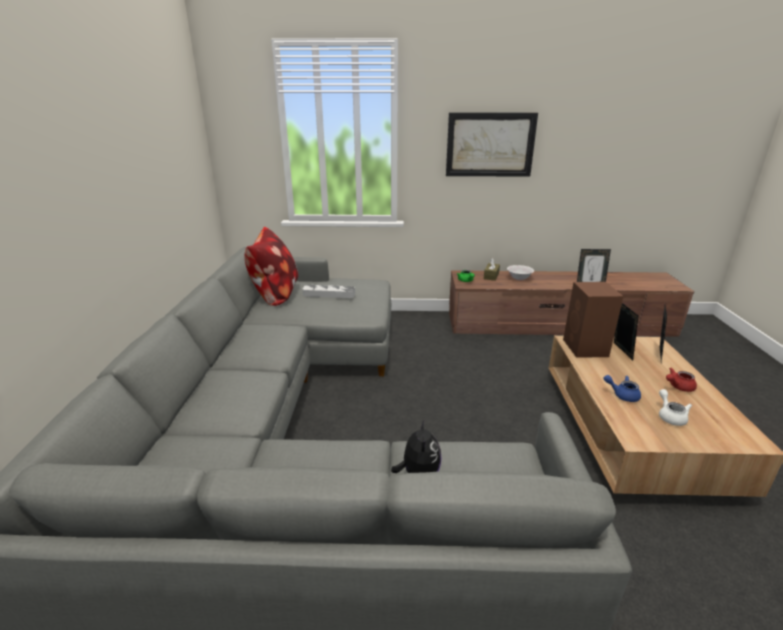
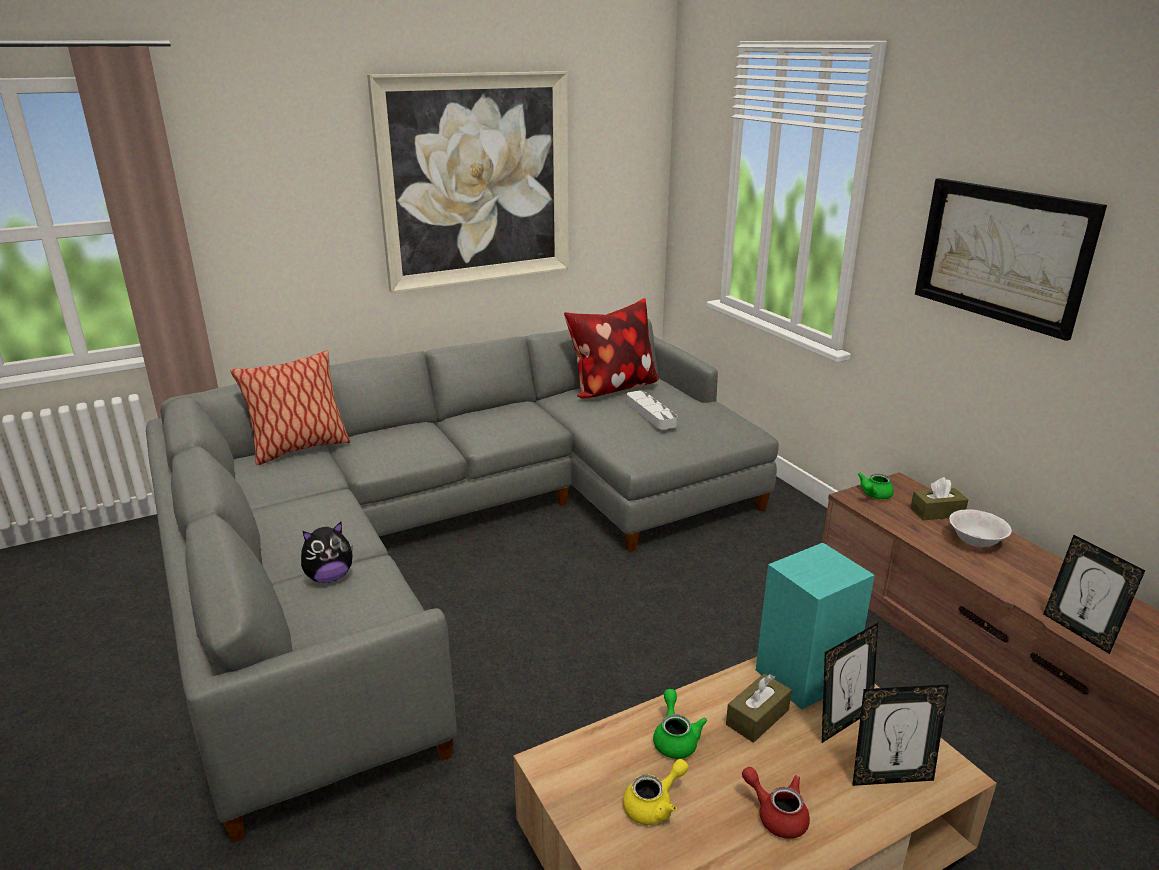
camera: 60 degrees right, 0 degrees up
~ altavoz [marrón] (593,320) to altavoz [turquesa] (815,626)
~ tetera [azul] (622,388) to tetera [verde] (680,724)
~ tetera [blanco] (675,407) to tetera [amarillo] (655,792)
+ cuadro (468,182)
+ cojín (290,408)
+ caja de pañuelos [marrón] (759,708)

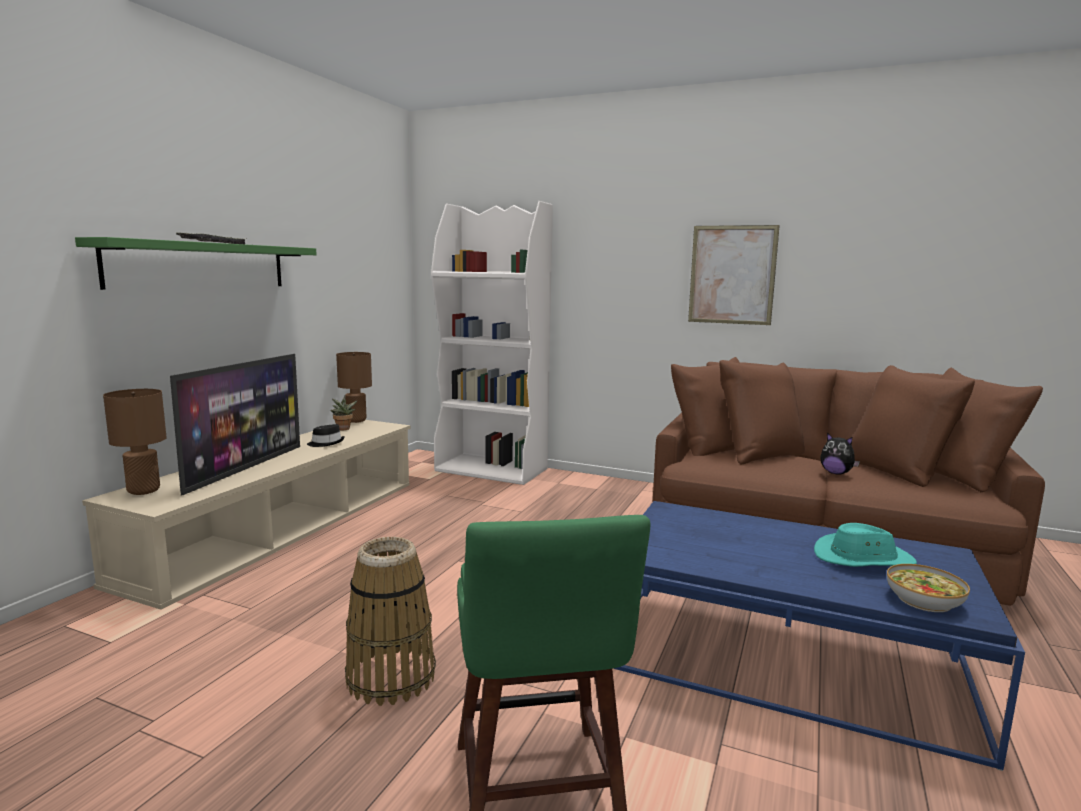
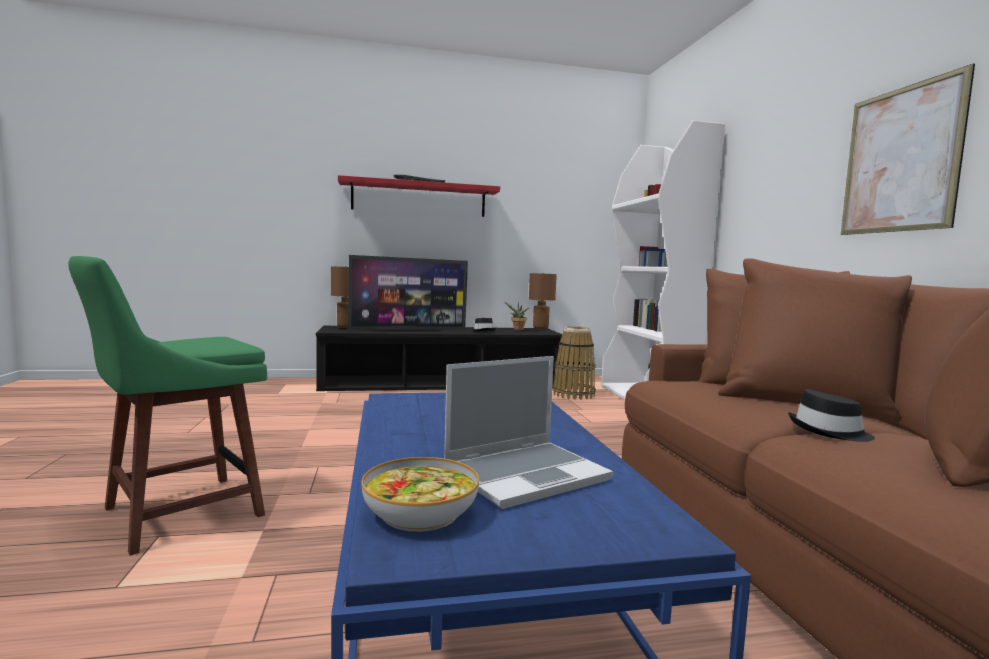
camera: 55 degrees right, 5 degrees down
~ estante [verde] (195,263) to estante [rojo] (419,196)
~ mueble de televisión [beis] (246,515) to mueble de televisión [negro] (439,358)
~ peluche (840,454) to sombrero [negro] (831,415)
~ sombrero [turquesa] (865,545) to portátil (528,432)
~ cesta (390,621) to (574,363)

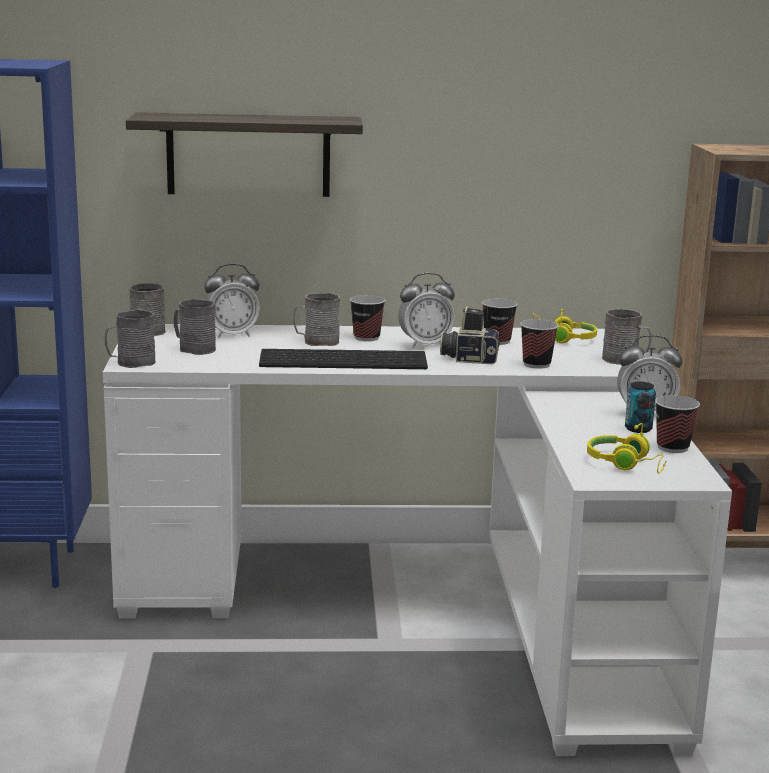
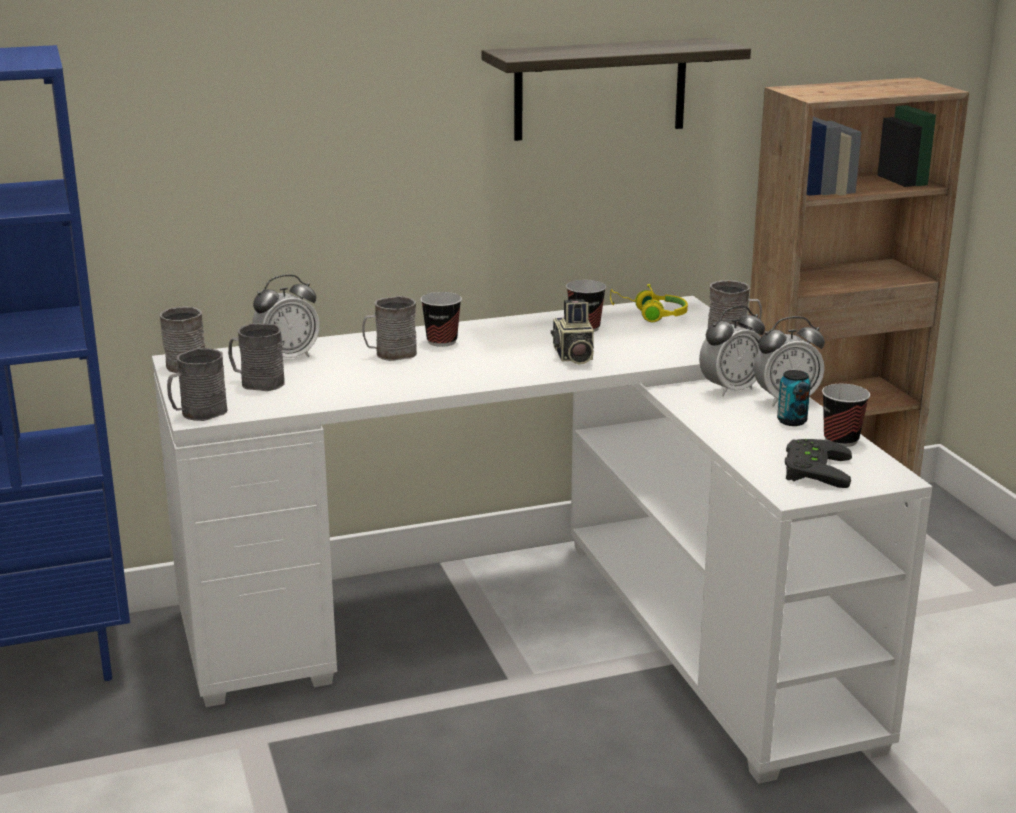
camera: 15 degrees left, 5 degrees up
~ estante (244,154) to (616,89)
~ despertador (426,310) to (732,351)
~ cámara (470,335) = (572,332) 90 degrees counterclockwise
- taza (539,344)
- teclado (343,359)
~ auriculares [amarillo] (626,448) to mando de consola [negro] (818,463)

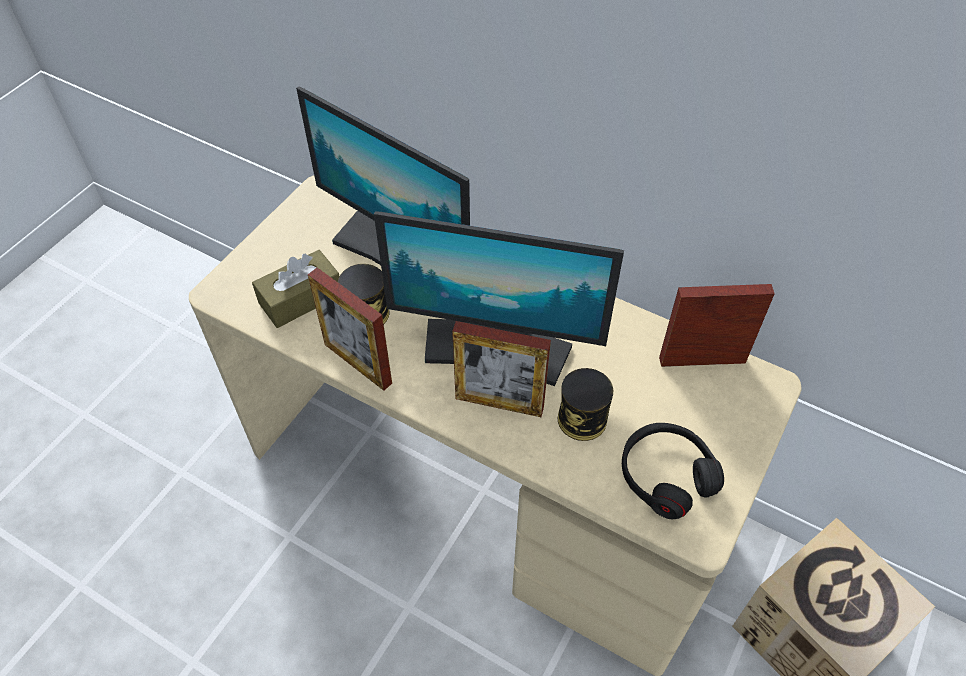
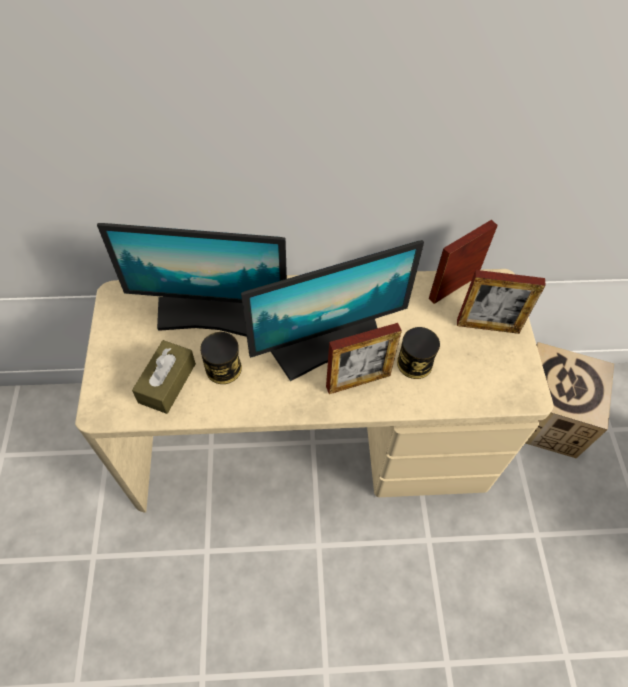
camera: 35 degrees left, 5 degrees up
~ portarretratos (350,329) to (501,302)
- auriculares [negro] (673,471)

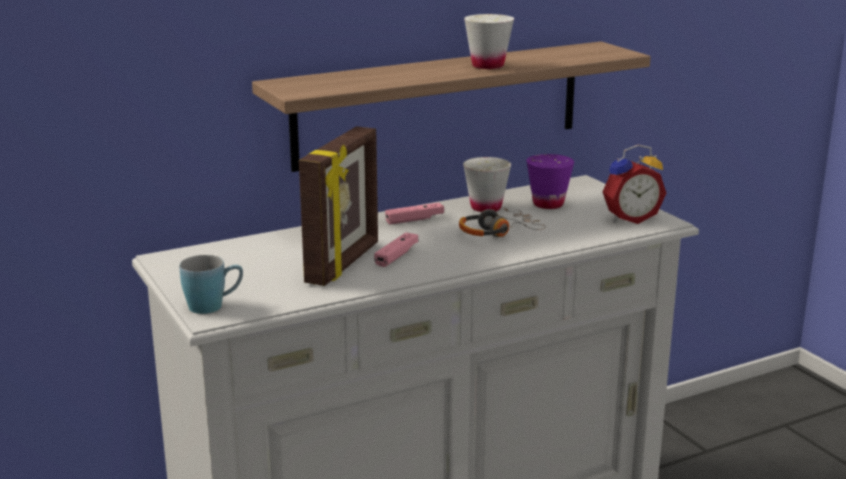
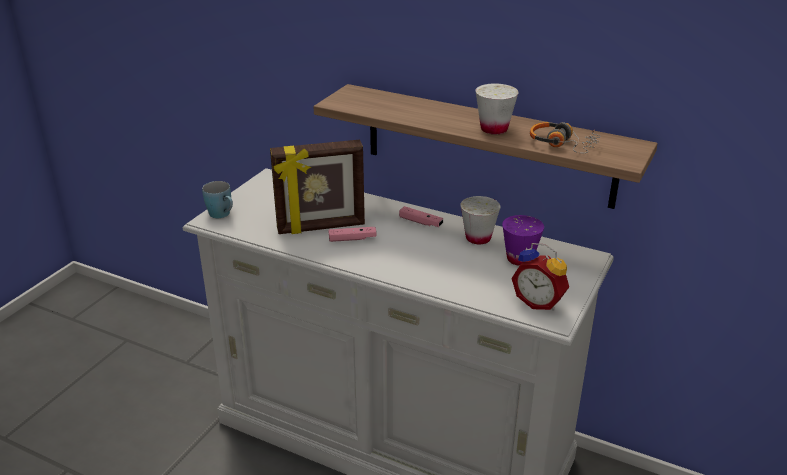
camera: 55 degrees right, 10 degrees up
~ auriculares (502,222) to (565,137)

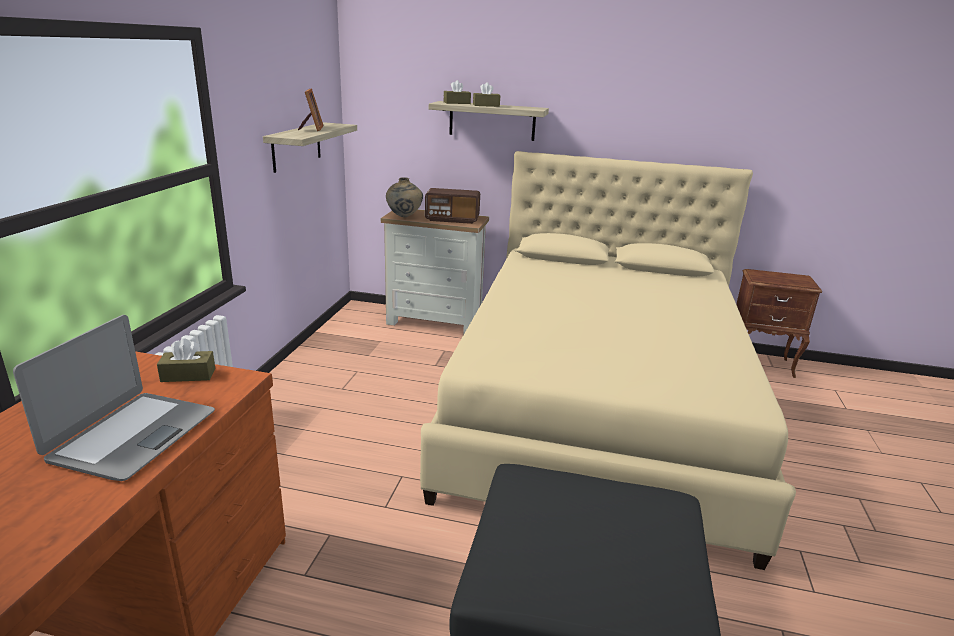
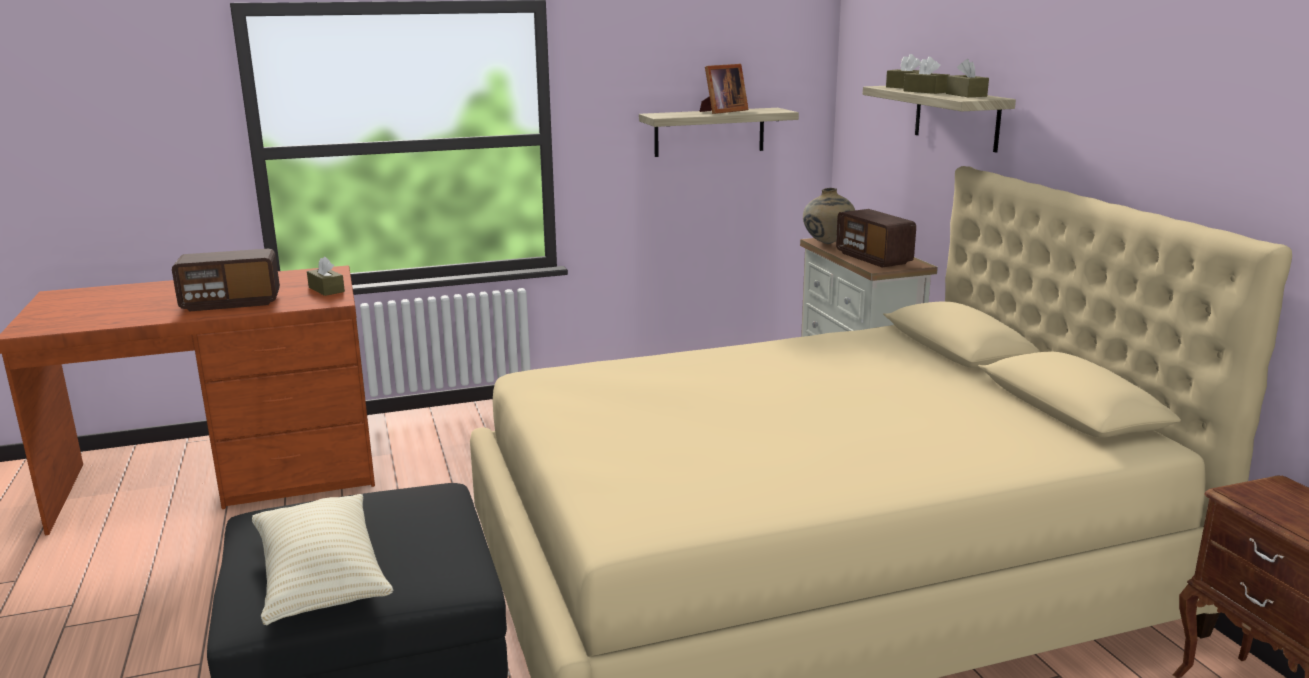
camera: 60 degrees right, 5 degrees down
~ portátil (114,398) to radio (226,280)
+ caja de pañuelos [marrón] (967,78)
+ cojín [beis] (322,559)

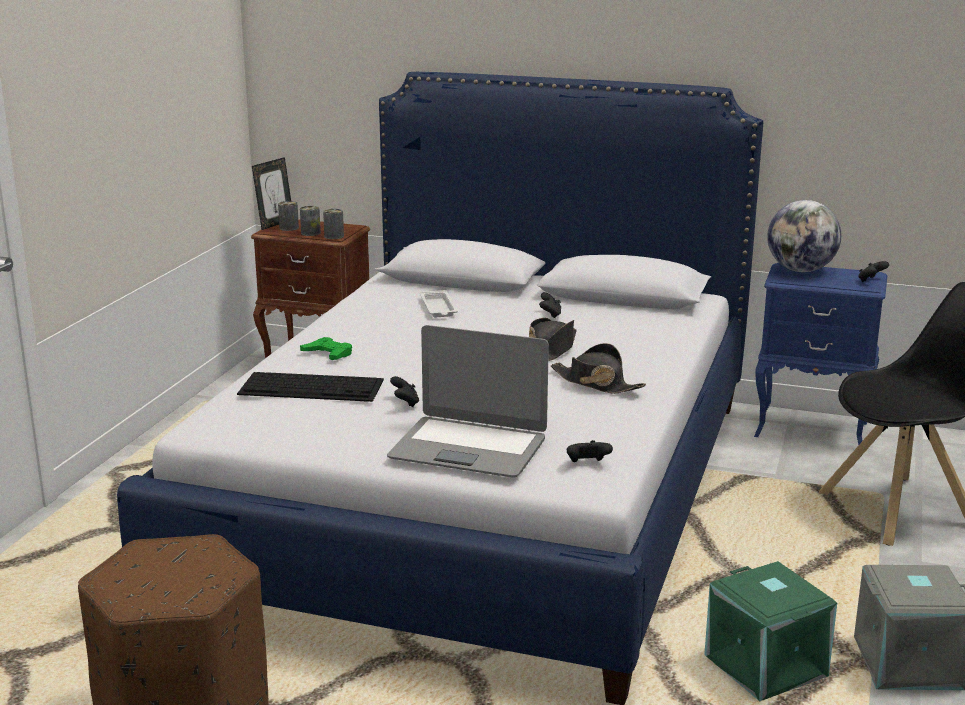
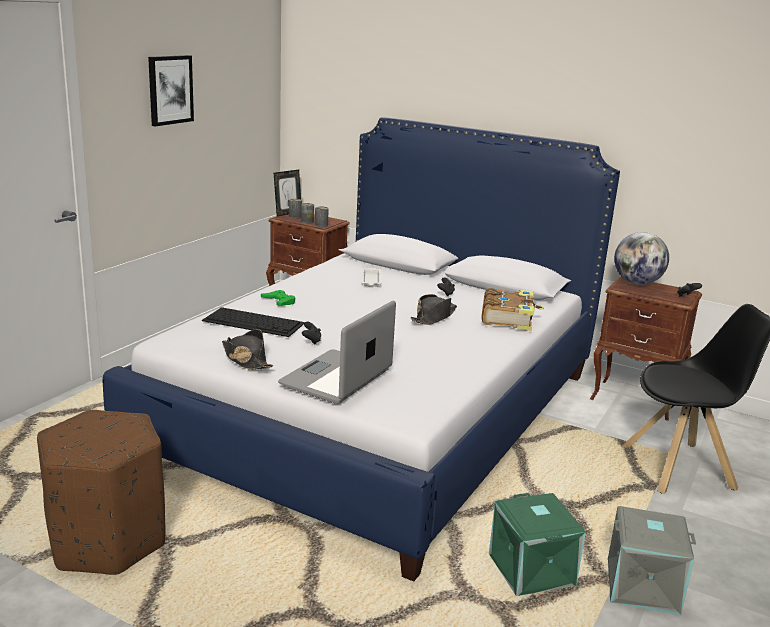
camera: 10 degrees right, 0 degrees up
~ mesita de noche [azul] (820,354) to mesita de noche [marrón] (646,348)
~ portátil (468,401) = (337,352) 90 degrees clockwise
~ sombrero [negro] (598,368) to (247,349)
- mando de consola [negro] (590,451)
+ cuadro (171,90)
+ libro (513,309)

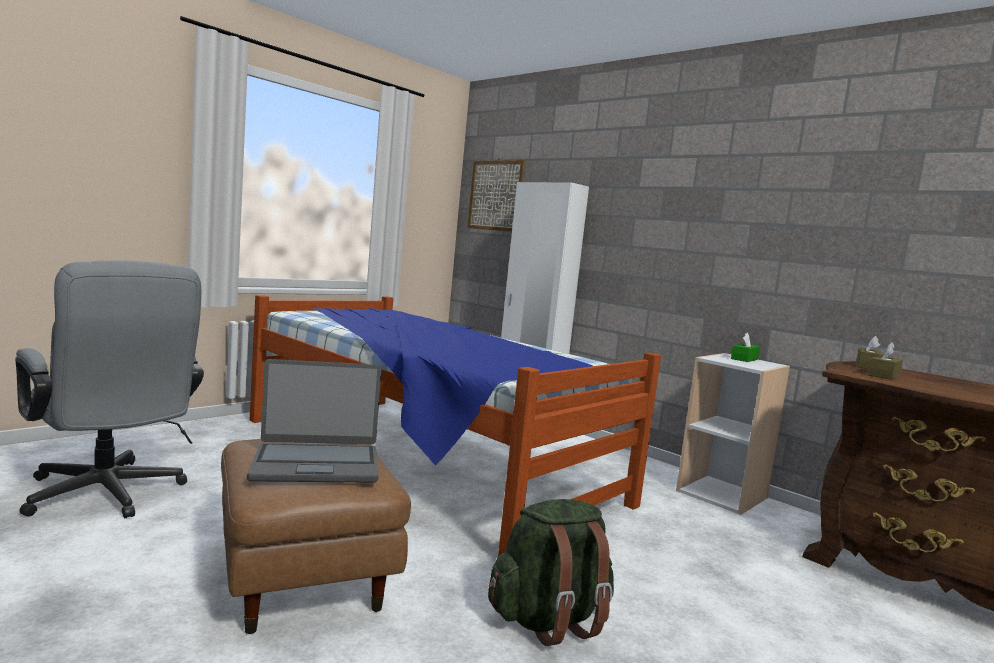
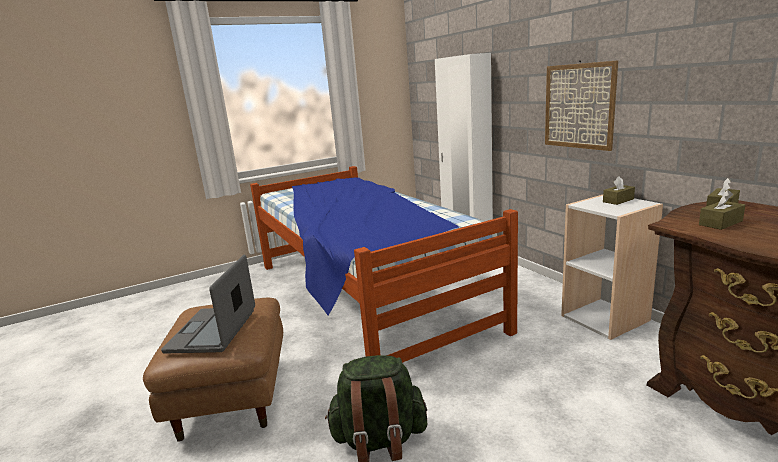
camera: 20 degrees right, 10 degrees up
~ cuadro (496,195) to (581,105)
- silla de oficina [gris] (109,389)
~ caja de pañuelos [verde] (745,347) to caja de pañuelos [marrón] (619,190)
~ portátil (314,421) = (208,304) 90 degrees clockwise

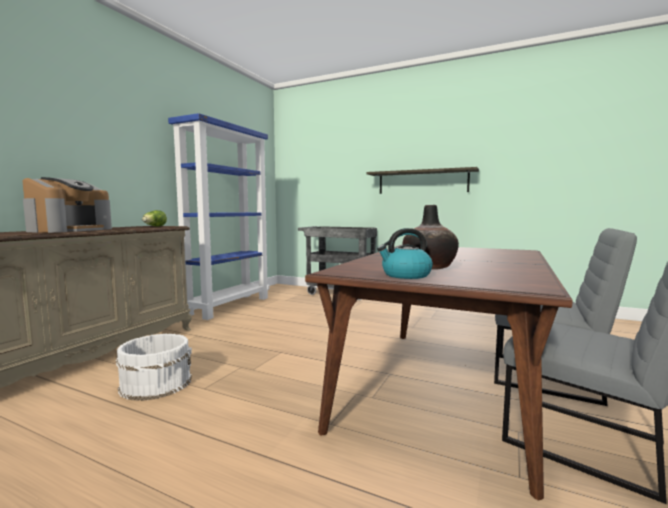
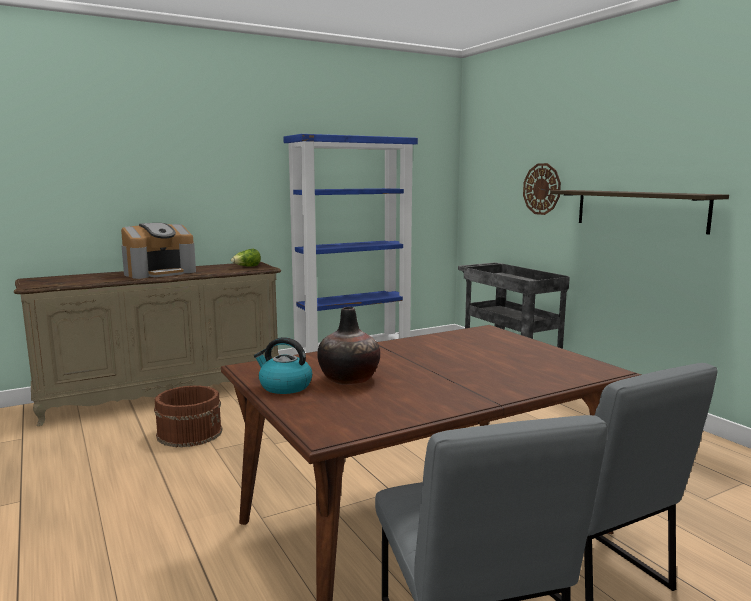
camera: 35 degrees right, 5 degrees up
~ cubo [blanco] (154,367) to cubo [marrón] (188,416)
+ reloj de pared (542,189)

